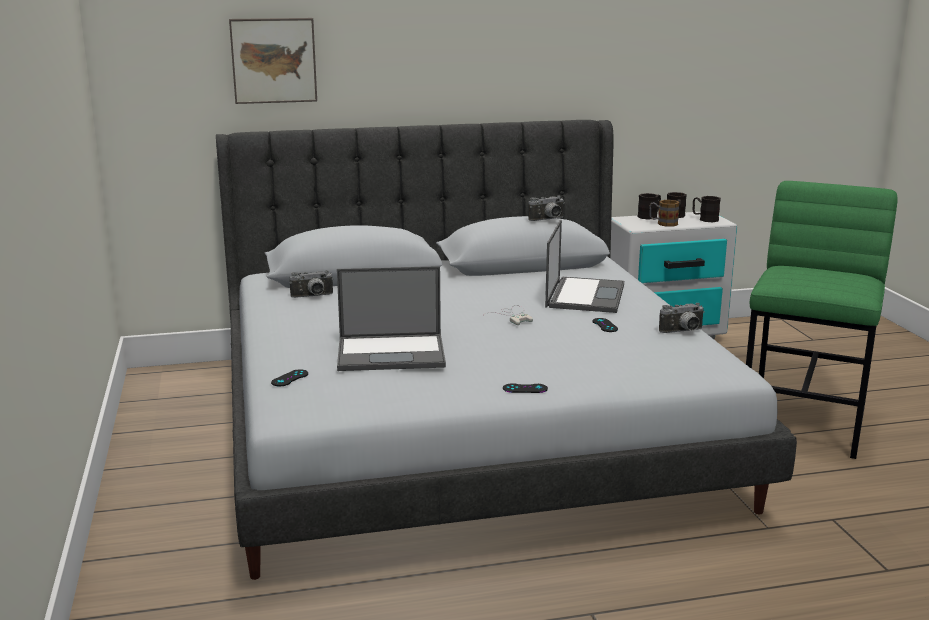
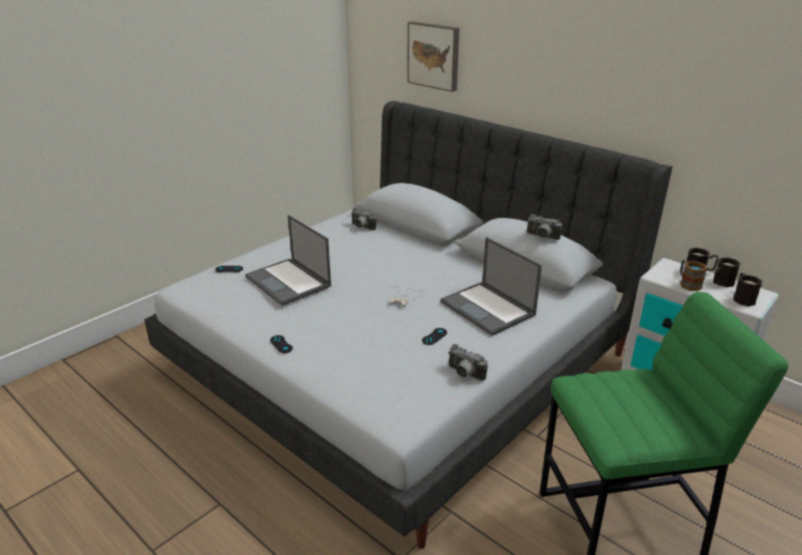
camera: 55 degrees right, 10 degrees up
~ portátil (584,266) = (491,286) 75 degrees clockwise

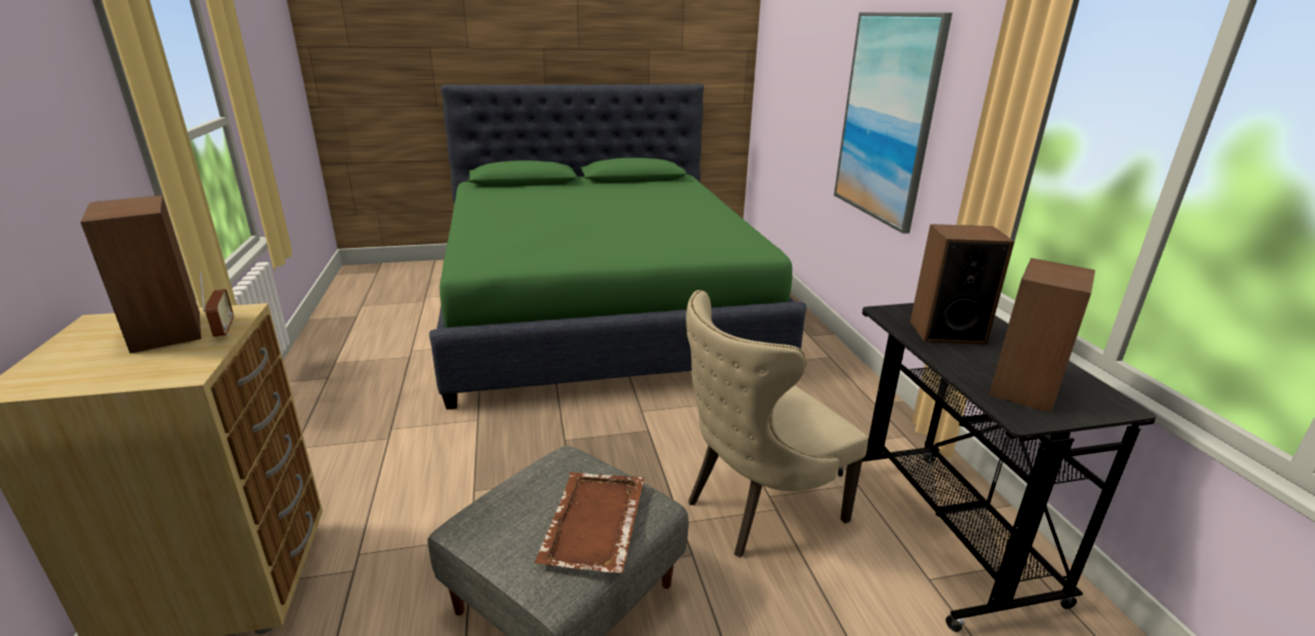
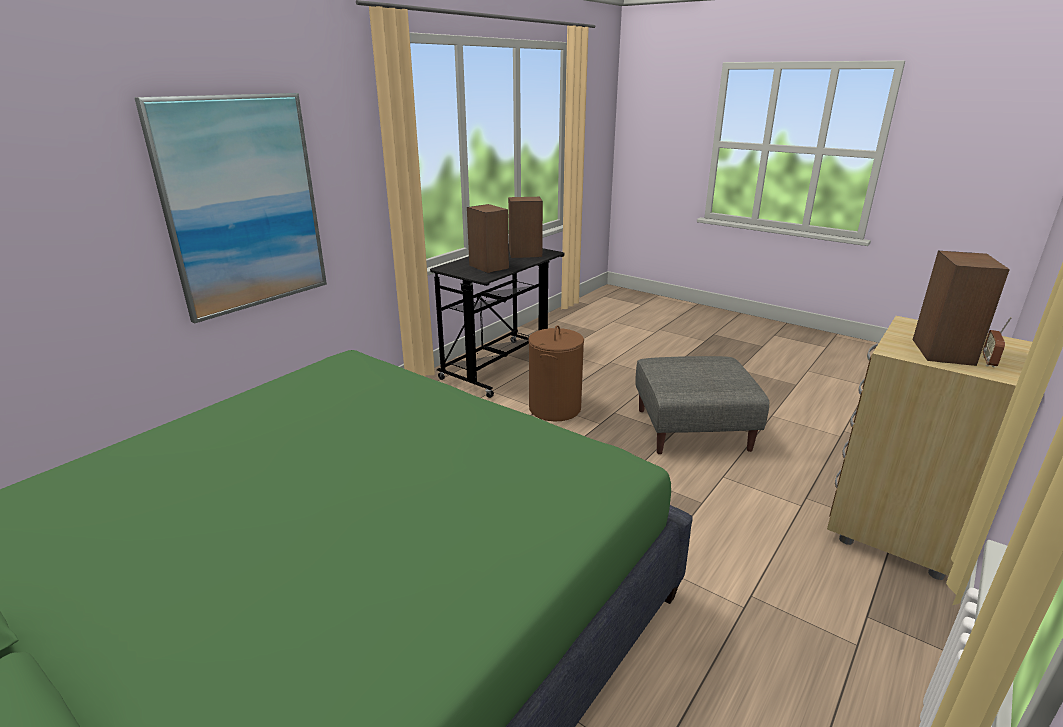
camera: 130 degrees left, 0 degrees up
~ radio (216,305) to (997,342)
~ silla [beis] (777,424) to cesto de la ropa [marrón] (556,373)
- bandeja [marrón] (589,522)

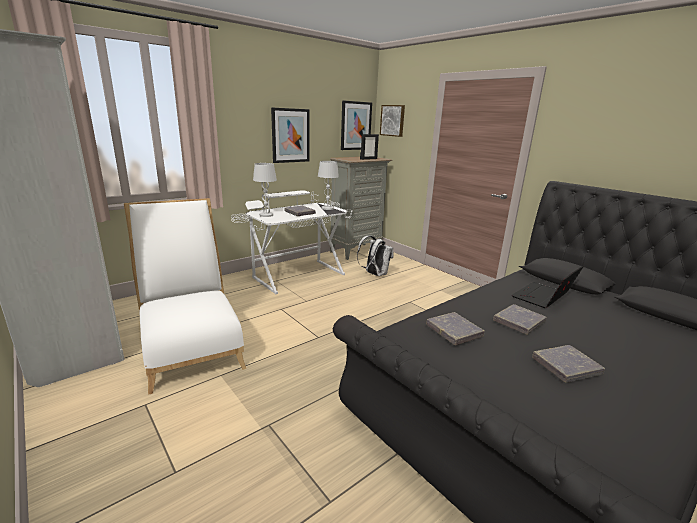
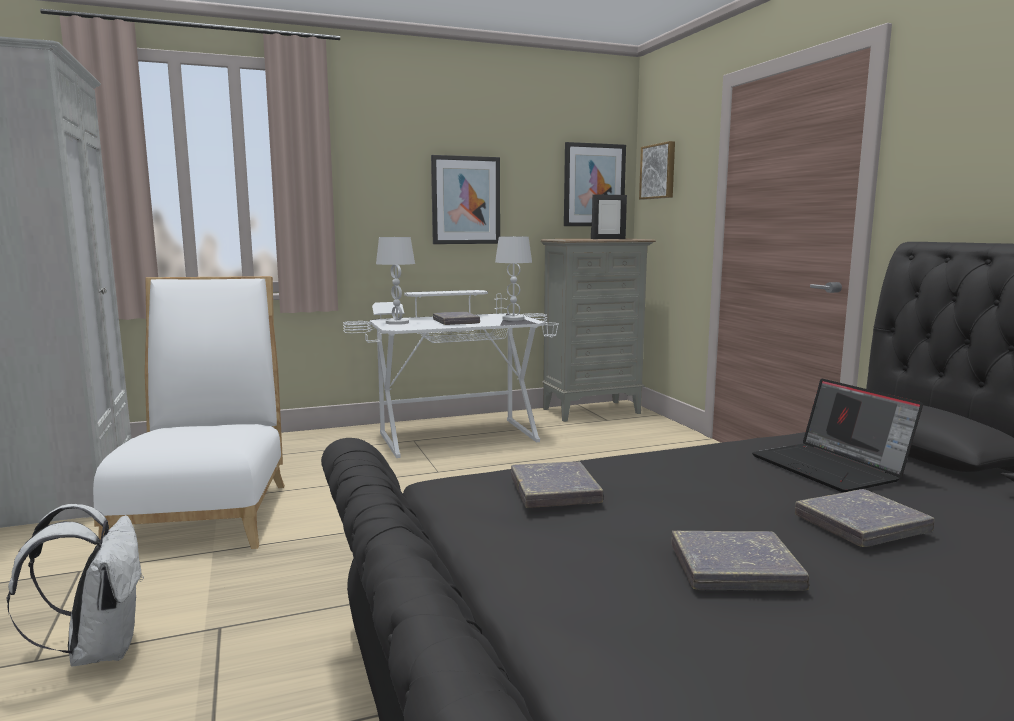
camera: 20 degrees right, 10 degrees down
~ mochila [blanco] (375,256) to (75,585)
~ portátil (548,287) = (837,435) 90 degrees counterclockwise
~ libro [gris] (520,319) to (865,518)

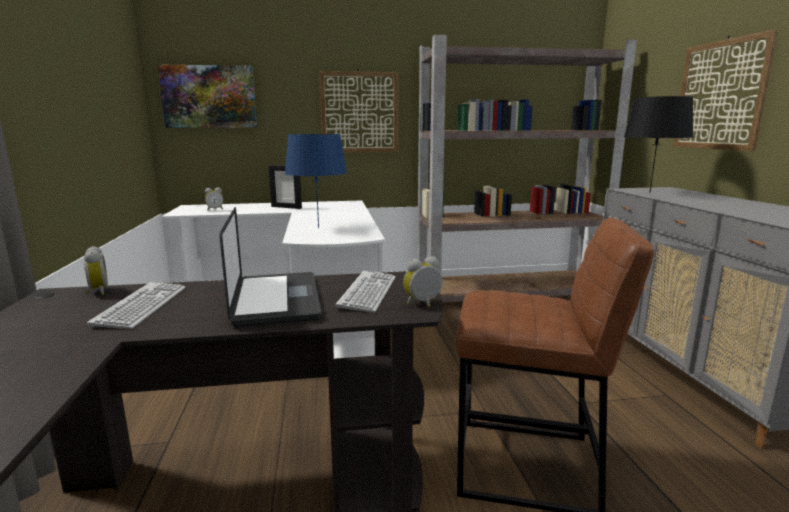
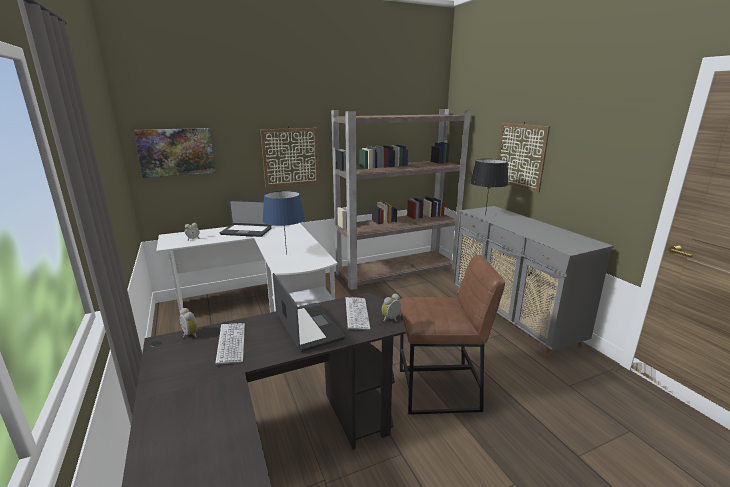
camera: 15 degrees left, 5 degrees up
~ portarretratos (285,187) to portátil (246,218)

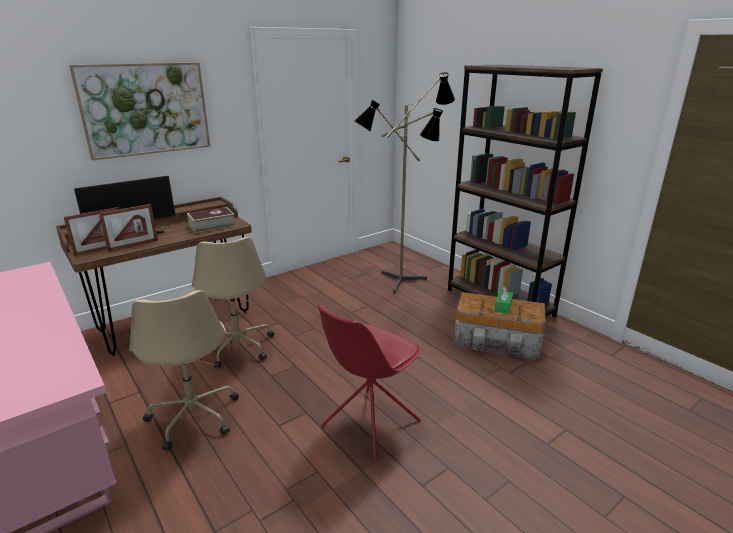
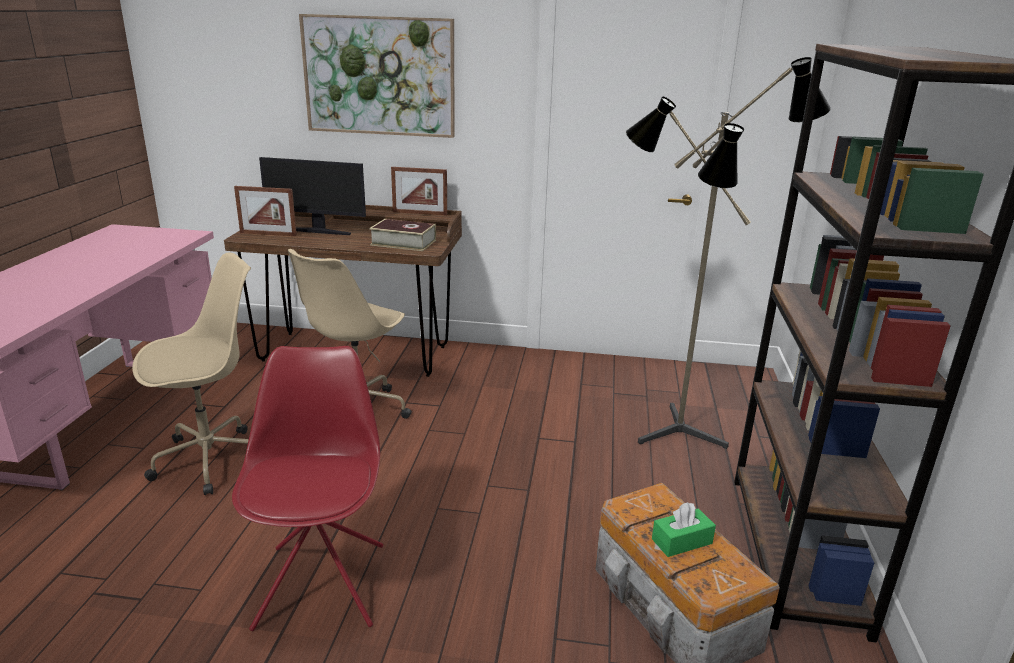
camera: 45 degrees right, 0 degrees up
~ portarretratos (128,228) to (419,191)
~ silla de oficina [beis] (184,370) = (191,374) 150 degrees counterclockwise
~ silla [rojo] (369,383) = (307,488) 90 degrees clockwise

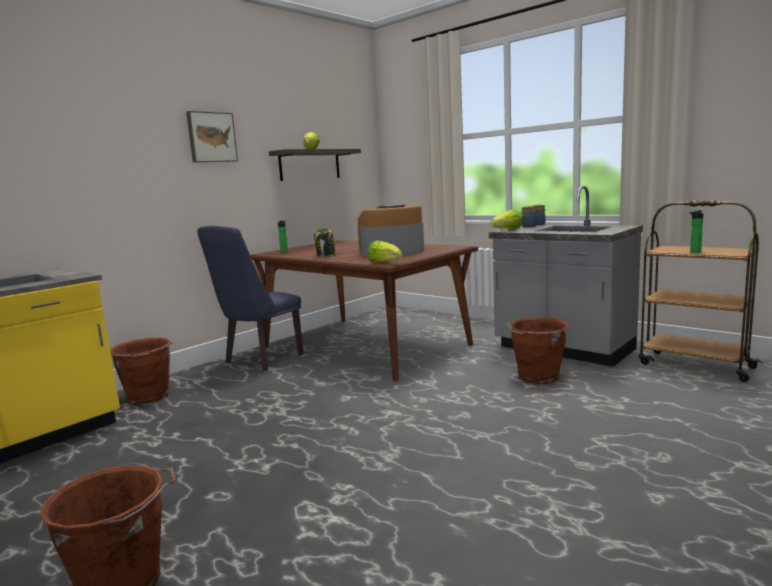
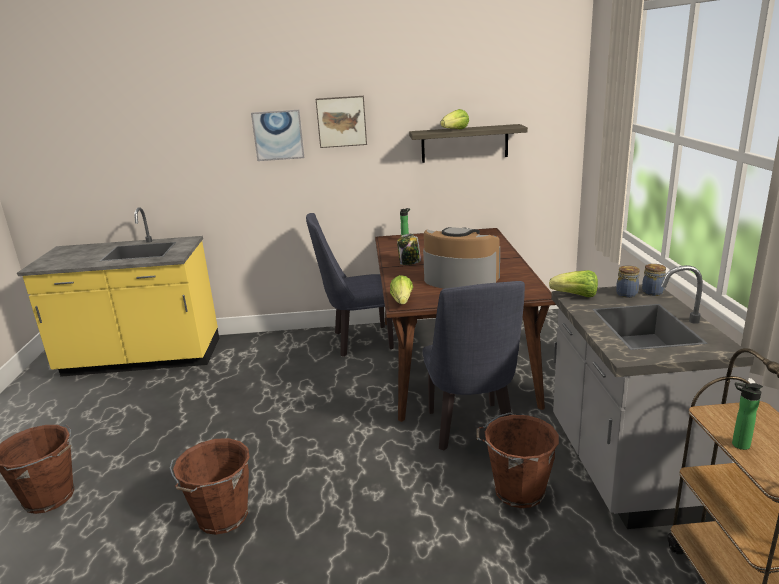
camera: 45 degrees right, 10 degrees up
~ cubo [marrón] (141,371) to (209,486)
+ cuadro (277,135)
+ silla [azul] (474,366)

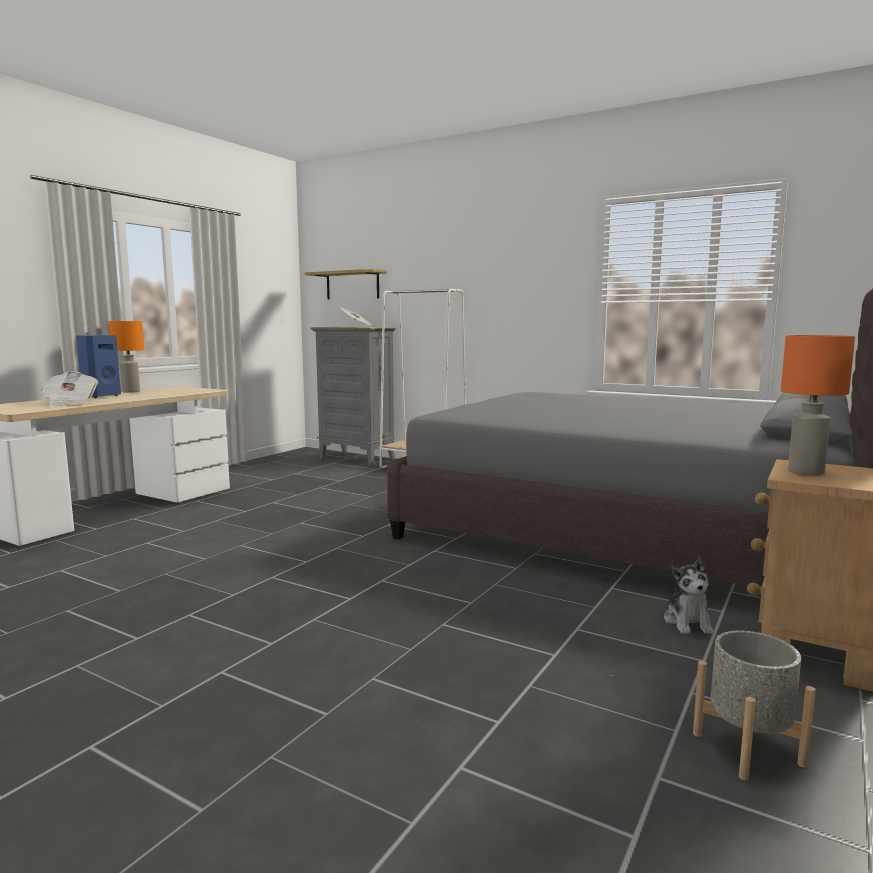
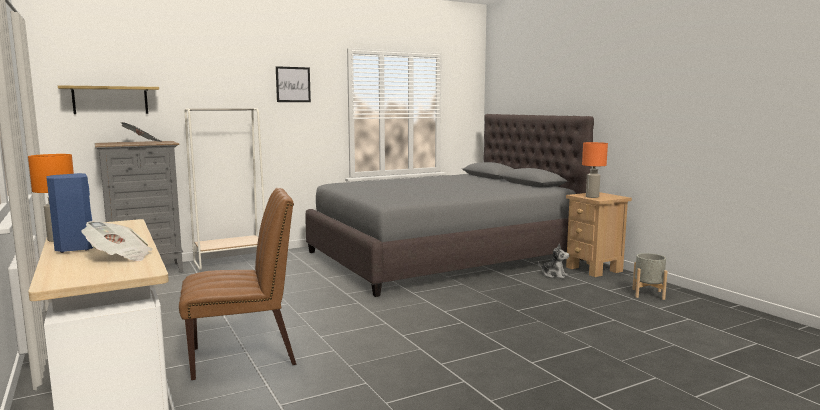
camera: 60 degrees left, 0 degrees up
+ cuadro (293,84)
+ silla [marrón] (237,284)

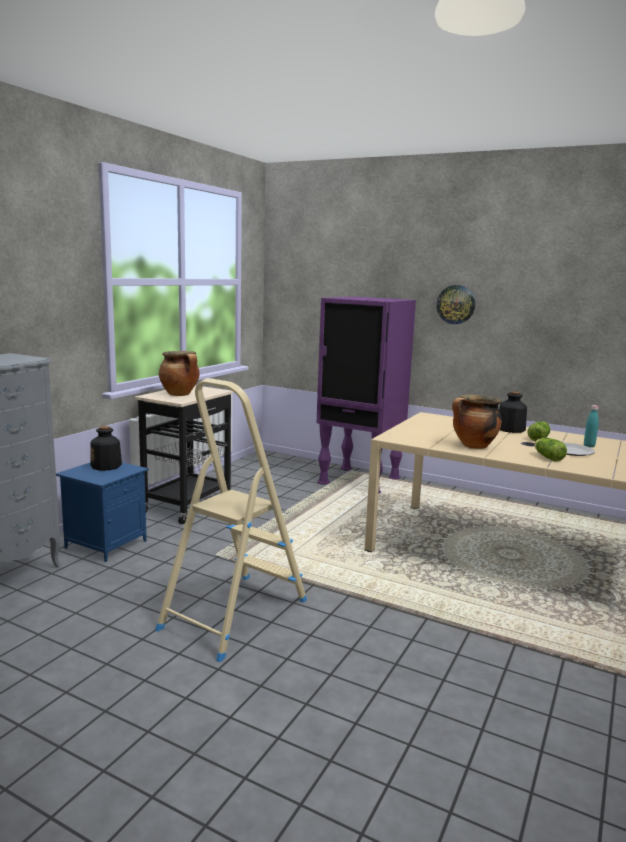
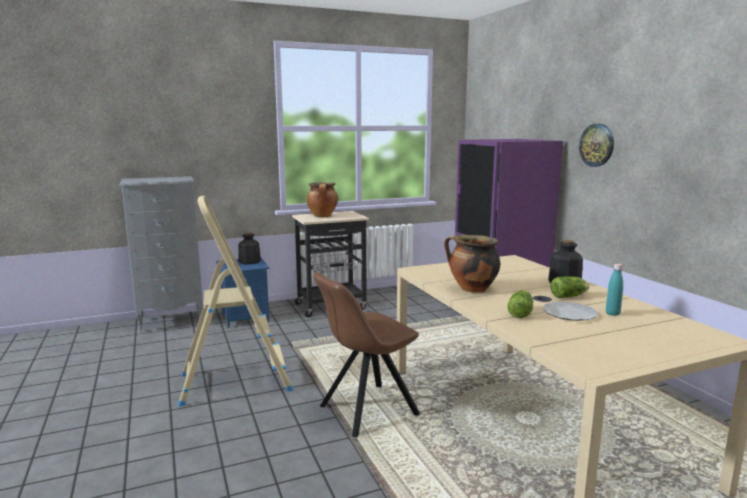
camera: 40 degrees right, 0 degrees up
+ silla [marrón] (366,354)

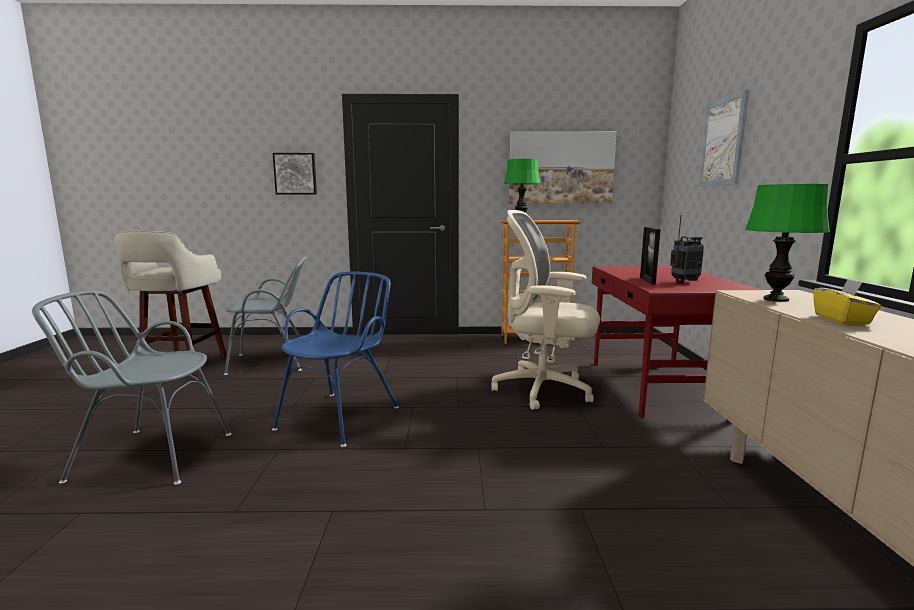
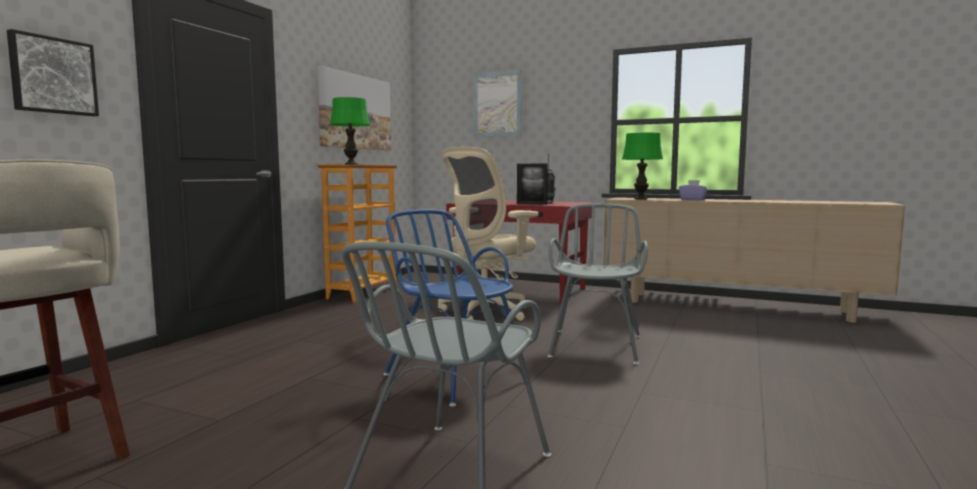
camera: 65 degrees left, 5 degrees down
~ silla [gris] (265,315) to (597,284)
~ caja de pañuelos [amarillo] (847,302) to caja de pañuelos [morado] (693,190)

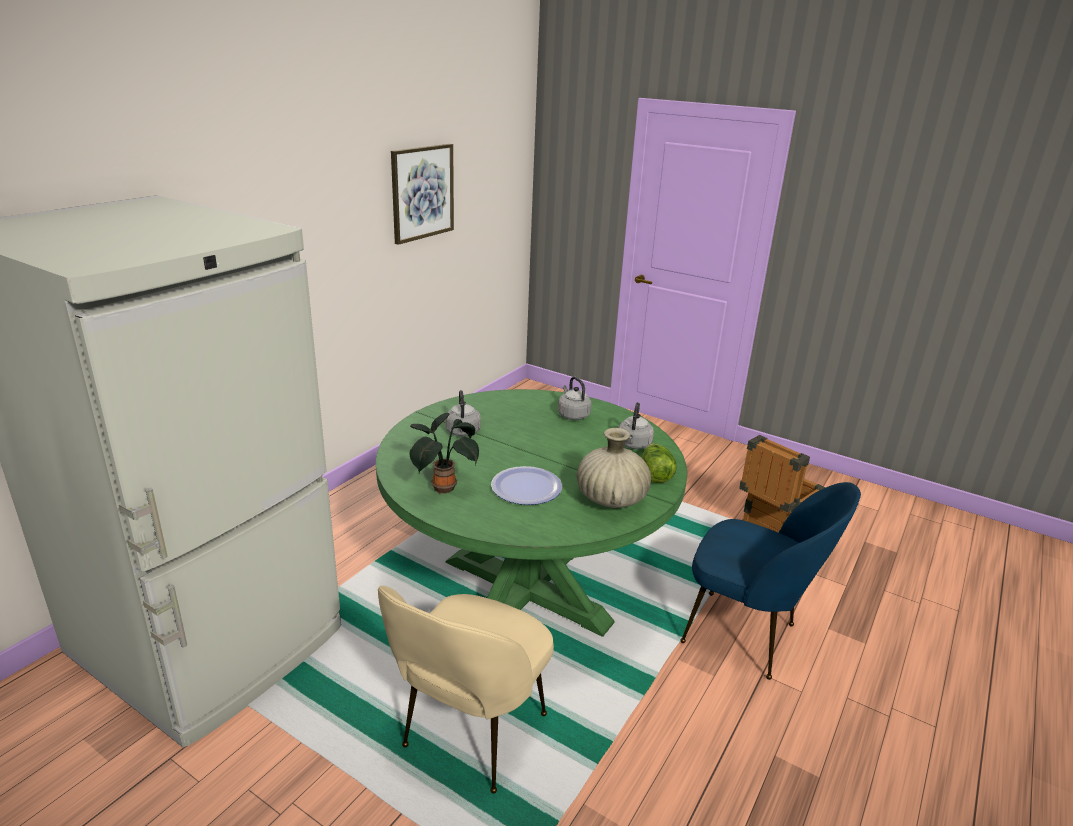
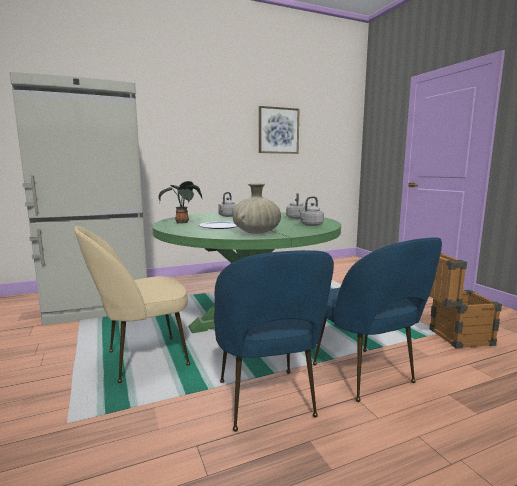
camera: 35 degrees right, 15 degrees down
- lechuga (659,463)
+ silla [azul] (274,341)

